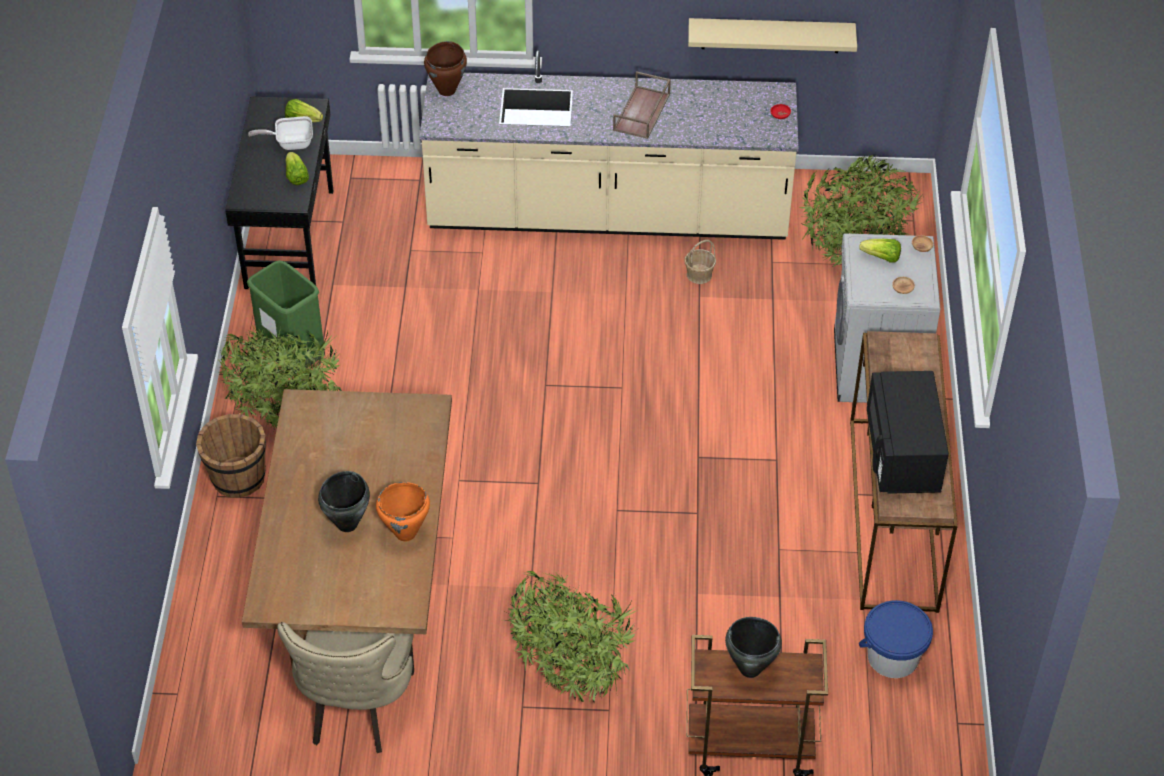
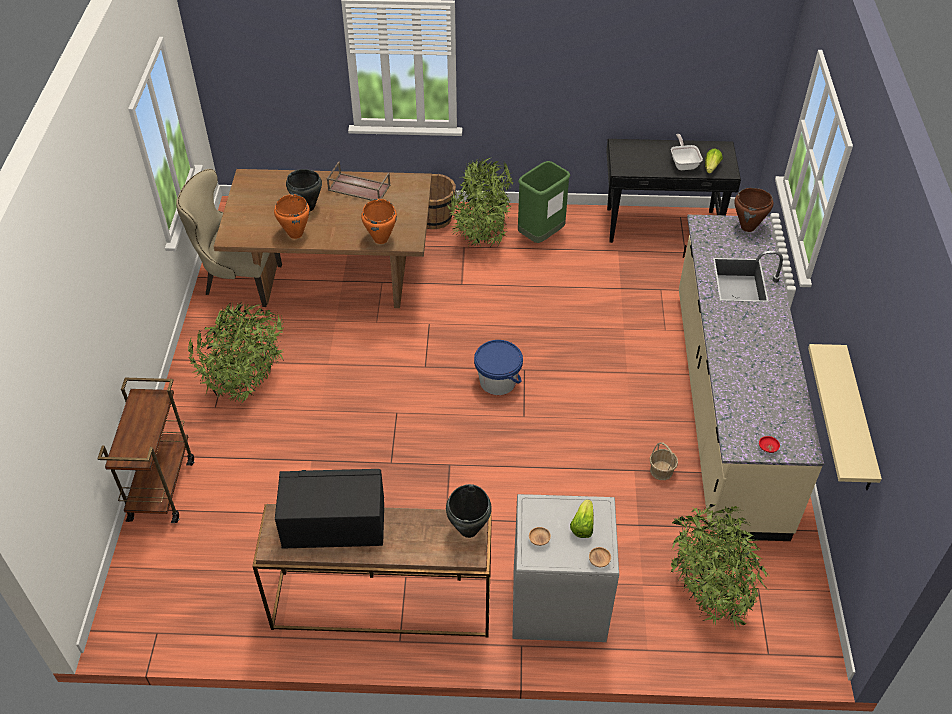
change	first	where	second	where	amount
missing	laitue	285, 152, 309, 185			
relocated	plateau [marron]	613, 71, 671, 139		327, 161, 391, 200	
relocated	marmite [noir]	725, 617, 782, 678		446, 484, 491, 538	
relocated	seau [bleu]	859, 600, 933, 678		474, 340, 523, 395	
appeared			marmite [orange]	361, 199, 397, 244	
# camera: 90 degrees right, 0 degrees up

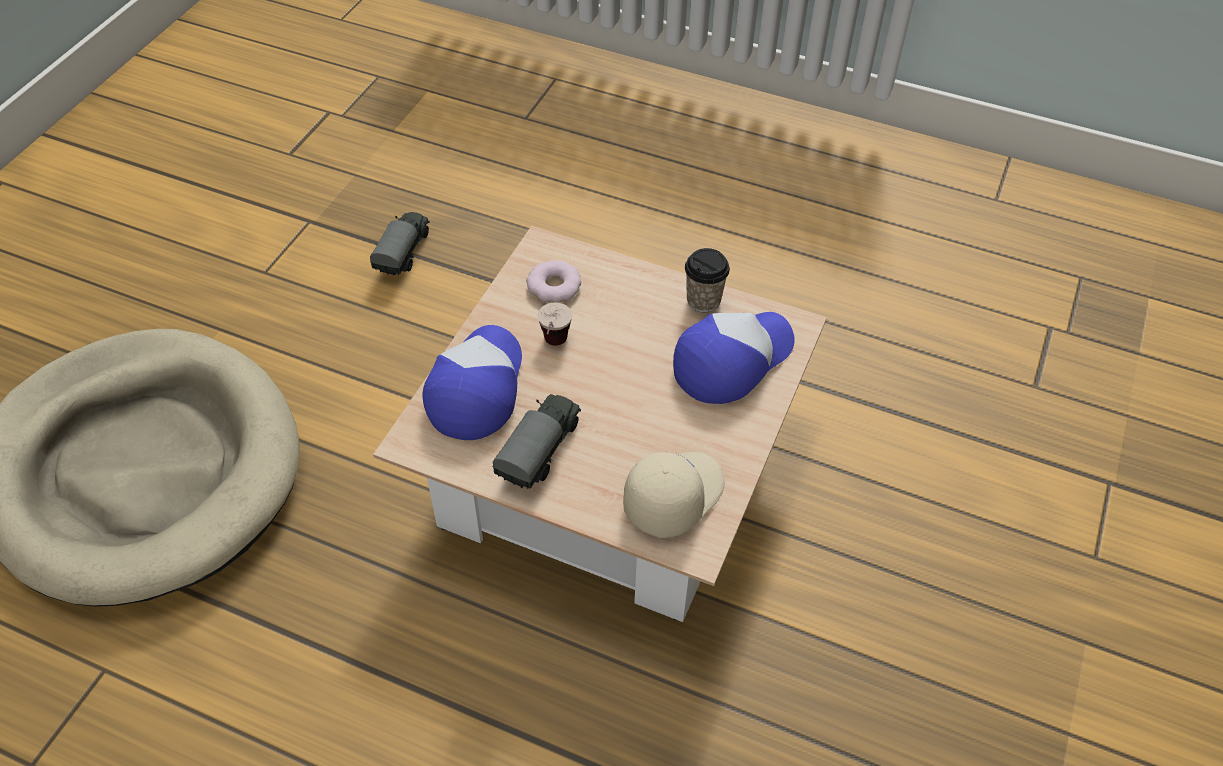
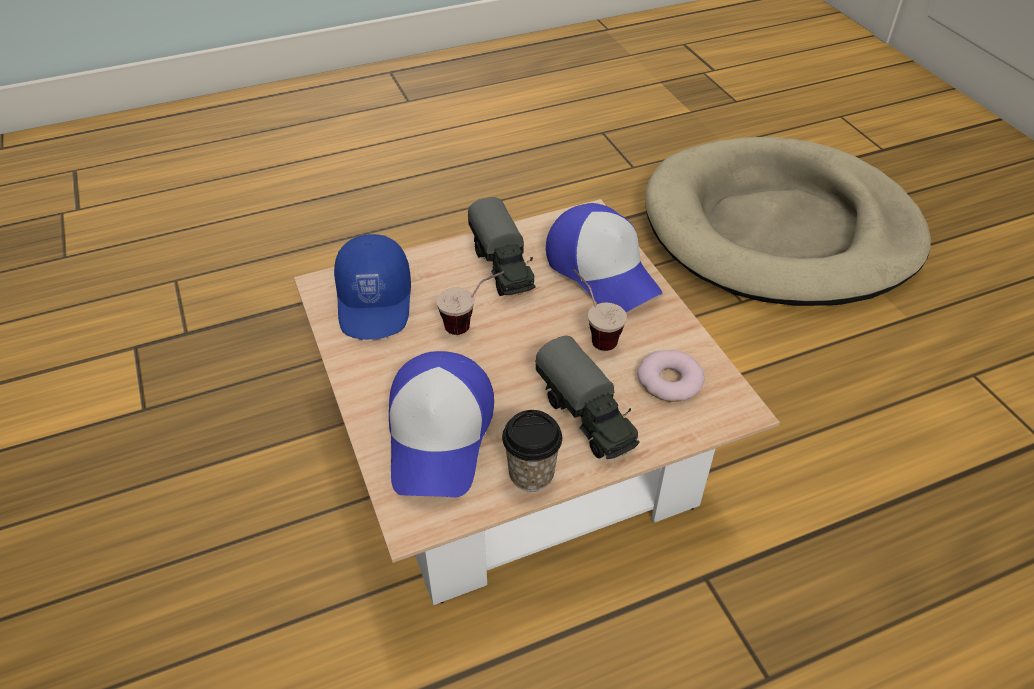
change	first	where	second	where	amount
relocated	camion jouet	370, 212, 430, 276		535, 336, 640, 459	
colour	casquette [beige]	623, 451, 725, 538	casquette [bleu]	334, 234, 411, 340	
appeared			tasse	436, 271, 504, 335	
# camera: 135 degrees right, 5 degrees down

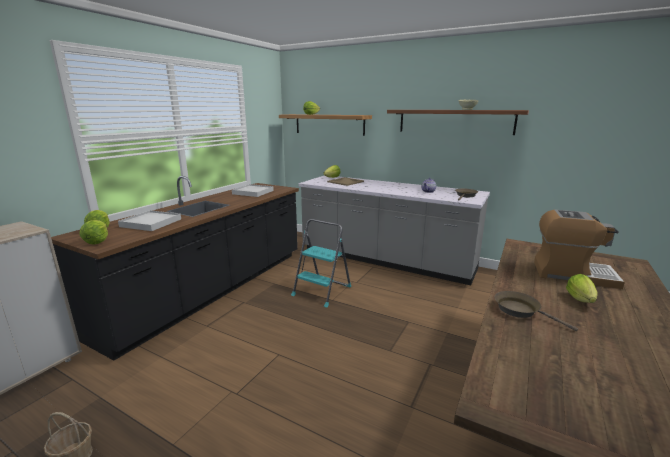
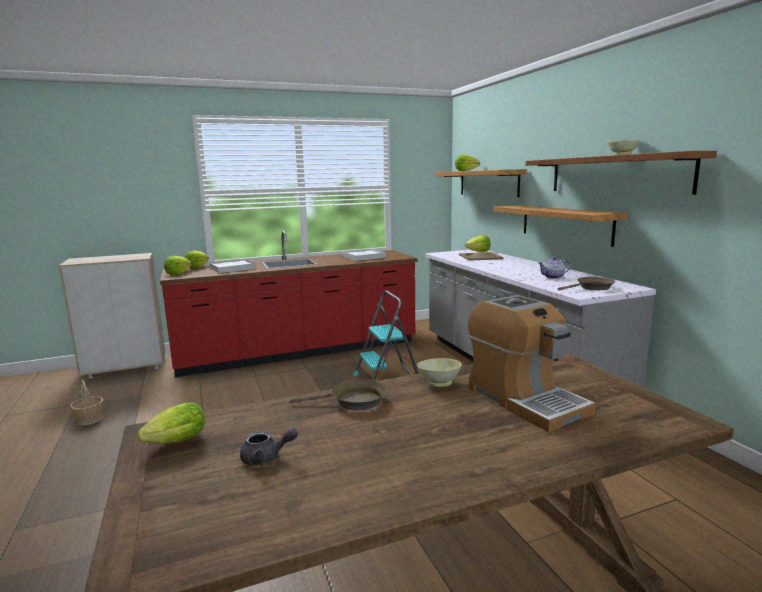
change	first	where	second	where	amount
colour	comptoir de cuisine [noir]	51, 176, 299, 361	comptoir de cuisine [rouge]	160, 231, 418, 377	
spun	poêle [marron]	495, 291, 578, 331		290, 379, 387, 410	90 degrees clockwise
relocated	laitue	566, 274, 598, 303		138, 402, 205, 444	
appeared			théière [gris]	240, 428, 298, 465	
appeared			bol [beige]	417, 358, 462, 387	
appeared			étagère	493, 205, 628, 247	
# camera: 40 degrees right, 5 degrees down

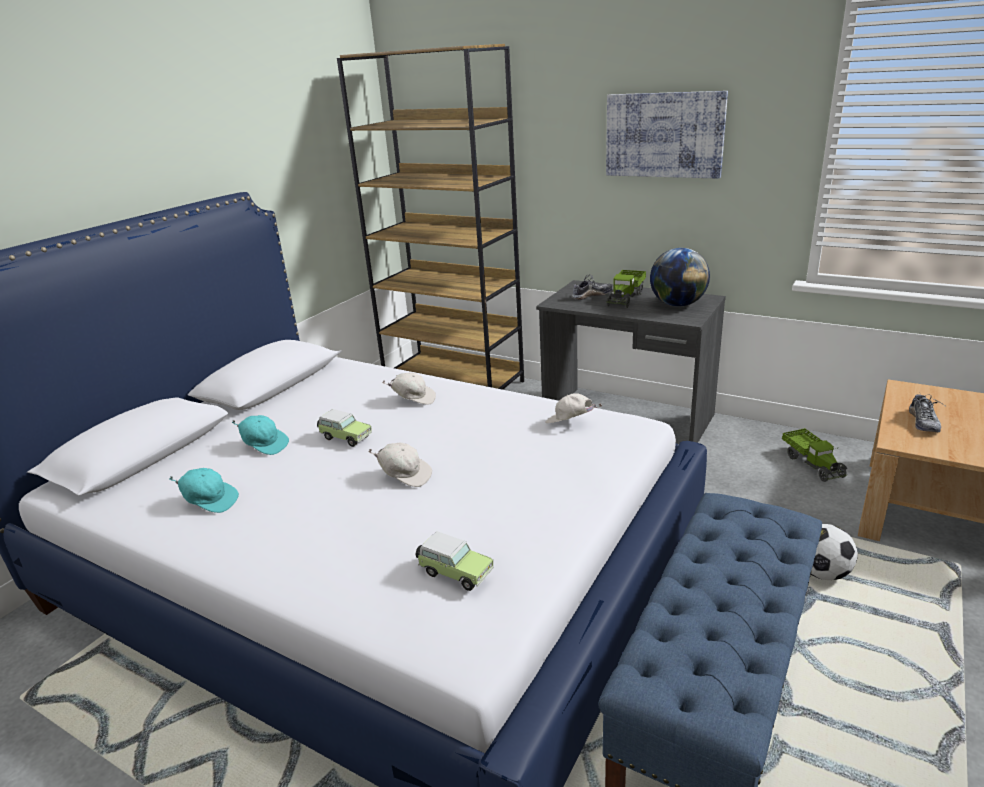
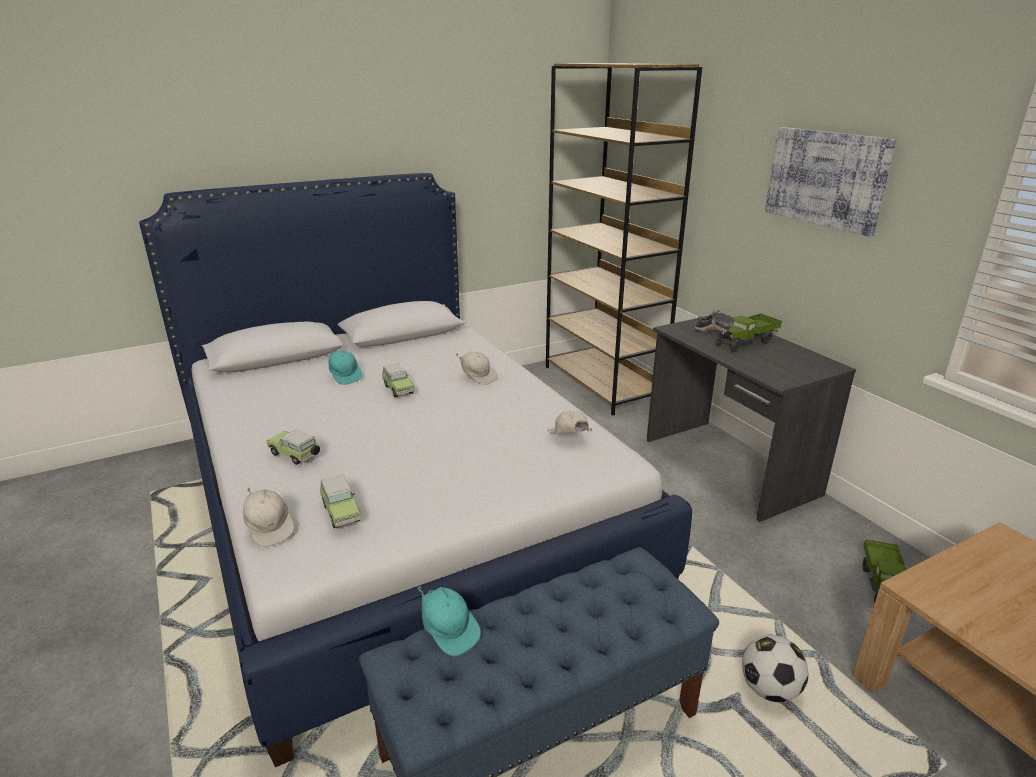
change	first	where	second	where	amount
relocated	casquette [turquoise]	170, 468, 239, 513		417, 586, 481, 656	
relocated	casquette [blanc]	368, 443, 432, 487		243, 488, 294, 547	
missing	globe	650, 248, 710, 306			
missing	chaussure	909, 394, 945, 432			
appeared			petite voiture	266, 429, 320, 465	
# camera: 30 degrees right, 0 degrees up

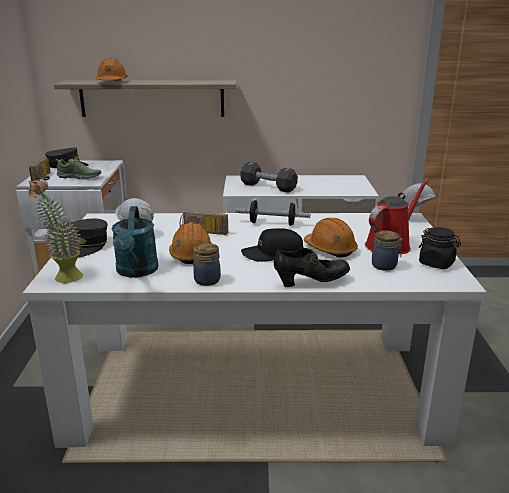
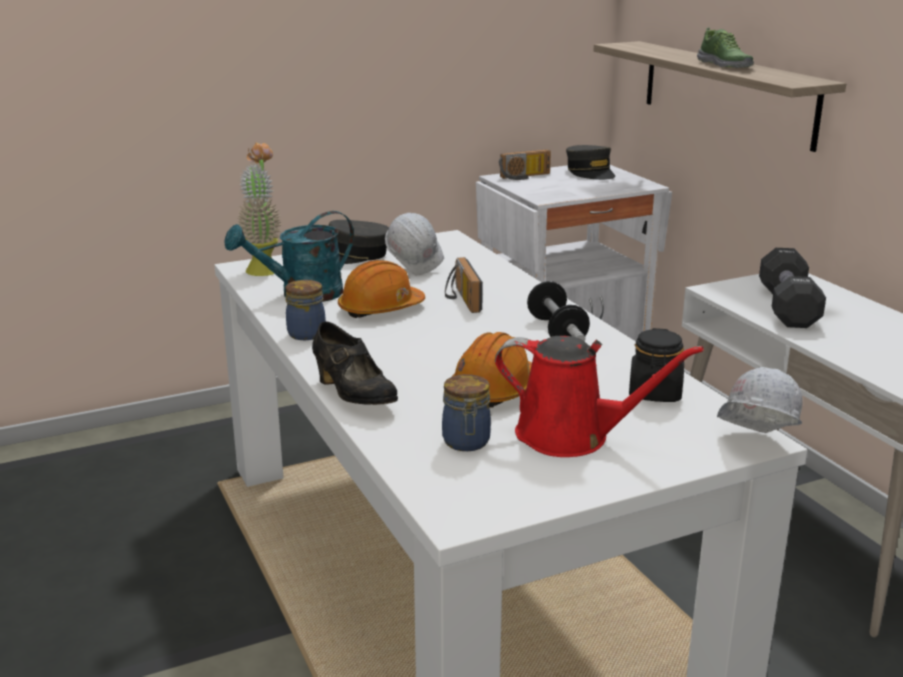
change	first	where	second	where	amount
relocated	chaussure	56, 159, 101, 179		697, 27, 754, 68	
missing	casque de chantier [orange]	96, 57, 128, 81			
missing	casquette [noir]	241, 228, 304, 262			
relocated	bocal [noir]	419, 227, 461, 269		629, 328, 684, 402	
# camera: 65 degrees right, 0 degrees up

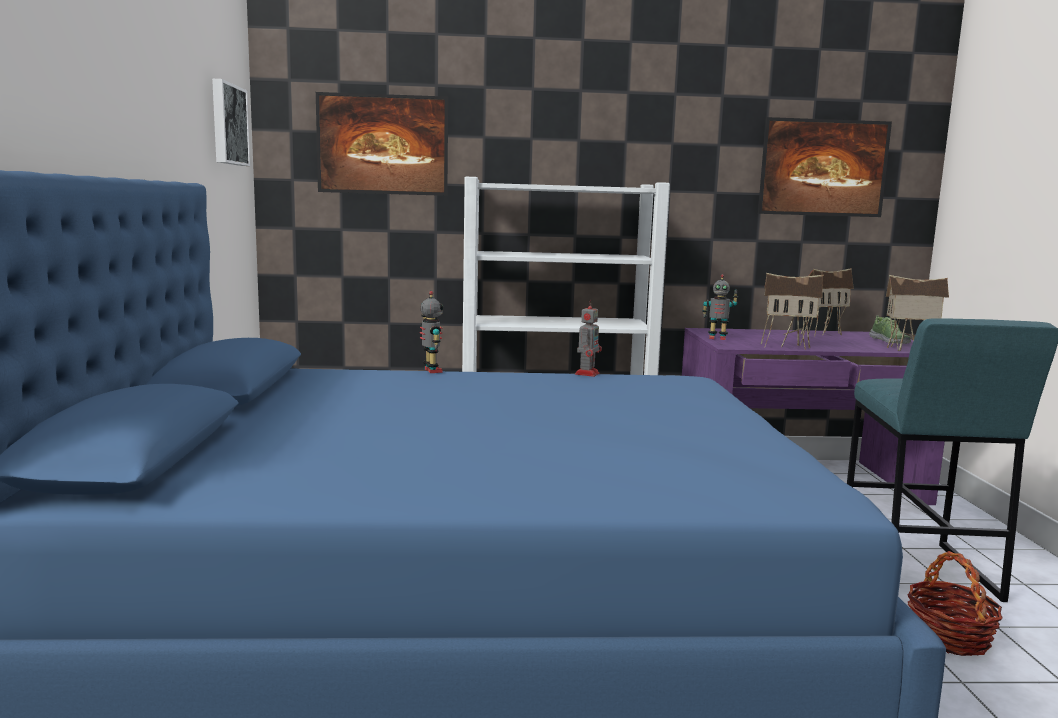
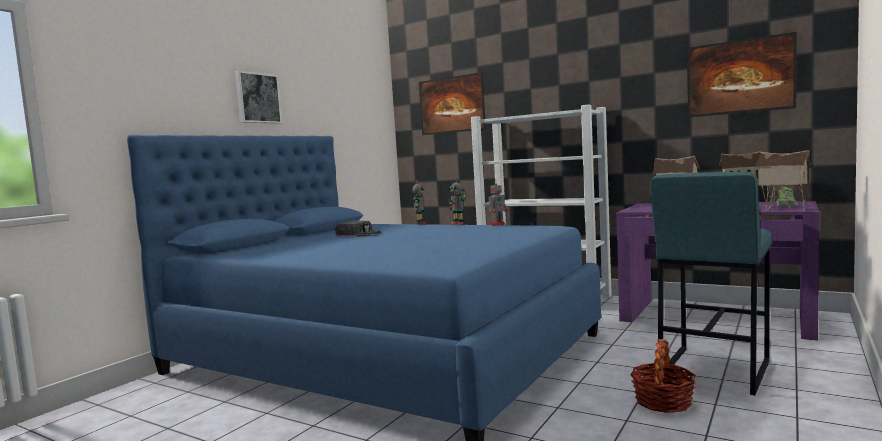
change	first	where	second	where	amount
relocated	tableau	212, 79, 250, 166		235, 71, 282, 124	
relocated	robot jouet	702, 274, 738, 340		449, 178, 466, 225	
appeared			casquette [noir]	335, 221, 381, 237	
# camera: 35 degrees right, 5 degrees down

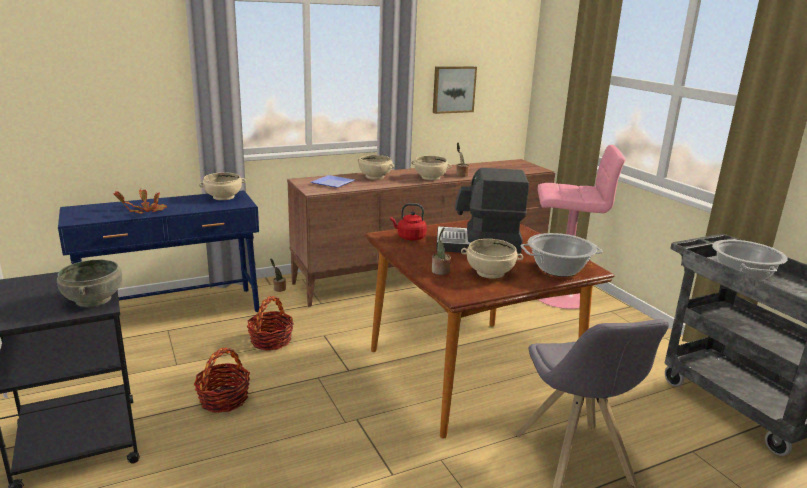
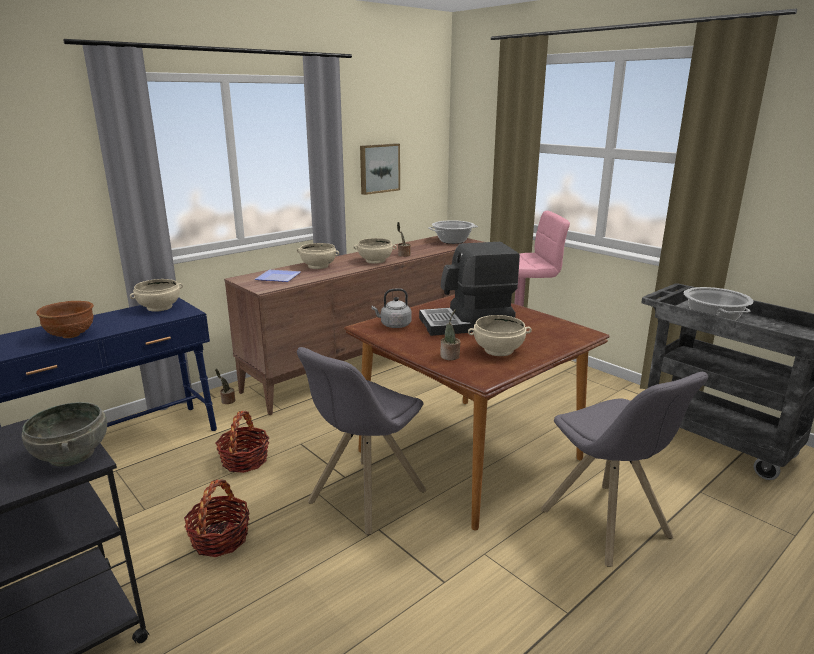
change	first	where	second	where	amount
exchanged	plante en pot	114, 188, 167, 214	bol [marron]	36, 301, 94, 338	
colour	bouilloire [rouge]	390, 203, 427, 240	bouilloire [gris]	372, 288, 411, 328	
relocated	marmite	521, 233, 603, 277		428, 220, 478, 244	
appeared			chaise [gris]	297, 347, 426, 535	
# camera: 15 degrees left, 0 degrees up

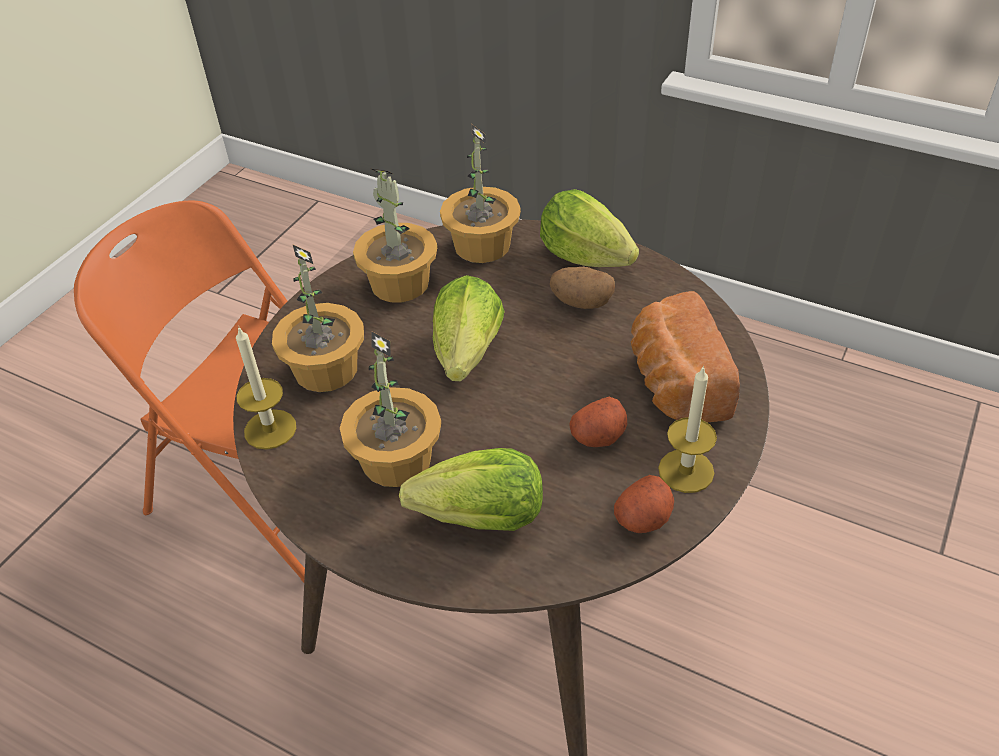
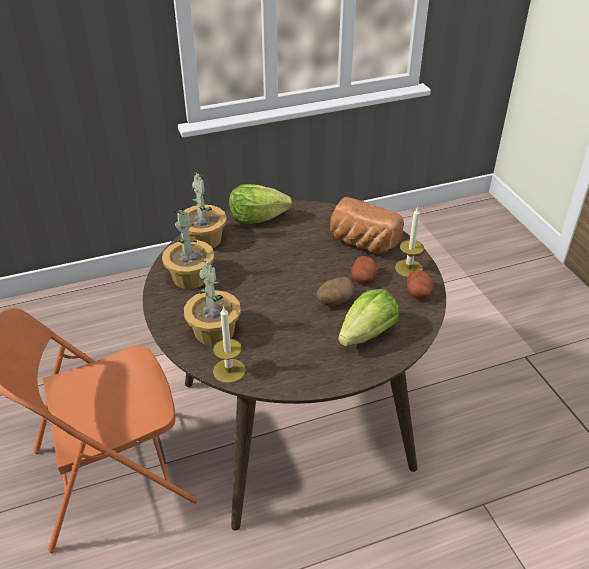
change	first	where	second	where	amount
missing	plante en pot	340, 331, 441, 487			
missing	laitue	433, 275, 505, 381			
relocated	pomme de terre	550, 267, 615, 309		316, 277, 354, 306	
# camera: 50 degrees left, 5 degrees down

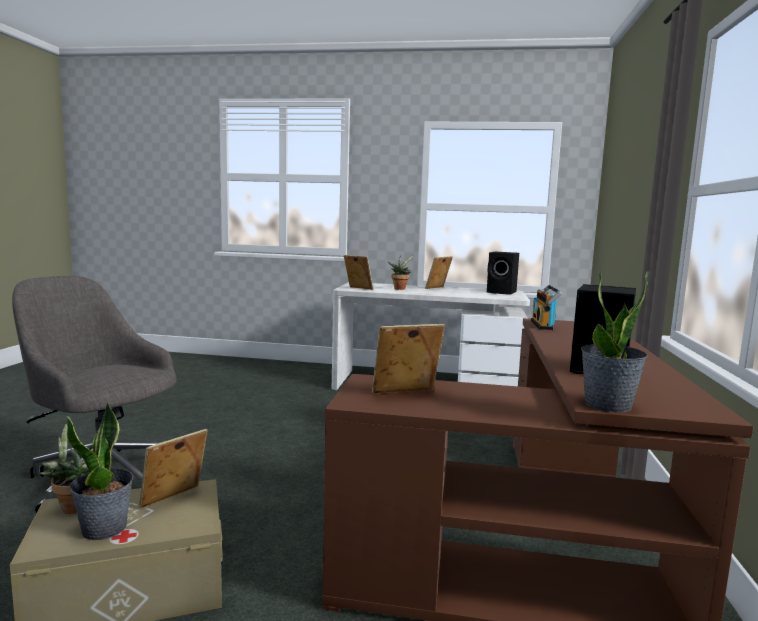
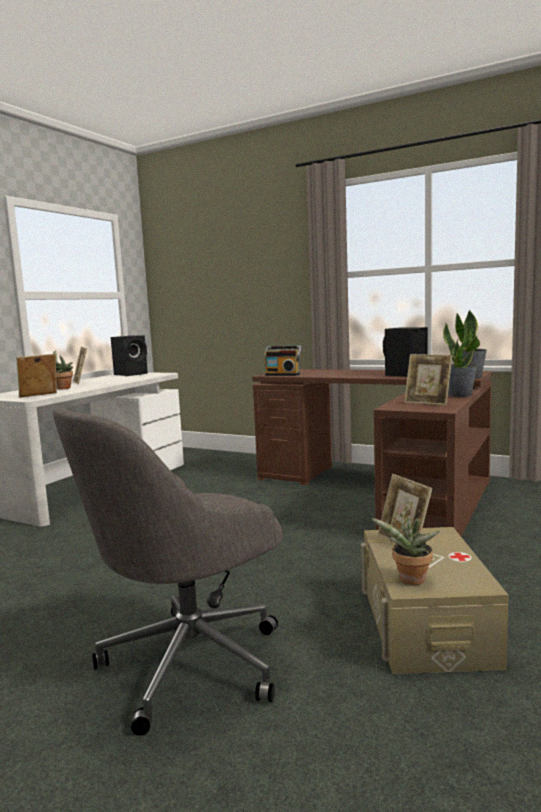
change	first	where	second	where	amount
relocated	plante en pot	66, 401, 134, 540		443, 323, 477, 397	
spun	cadre photo	372, 324, 445, 394		404, 354, 452, 406	60 degrees counterclockwise
# camera: 70 degrees left, 0 degrees up

